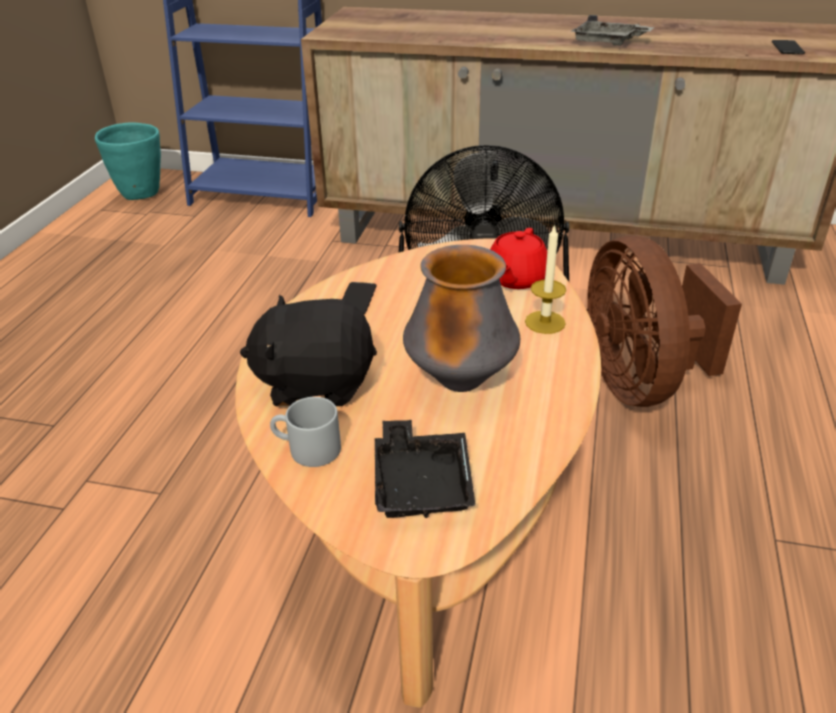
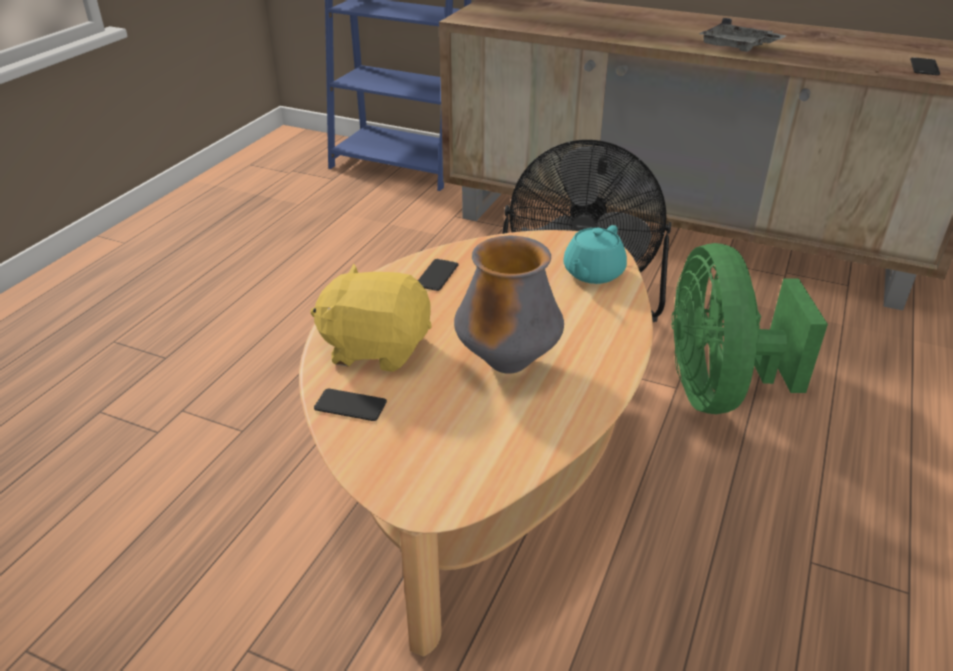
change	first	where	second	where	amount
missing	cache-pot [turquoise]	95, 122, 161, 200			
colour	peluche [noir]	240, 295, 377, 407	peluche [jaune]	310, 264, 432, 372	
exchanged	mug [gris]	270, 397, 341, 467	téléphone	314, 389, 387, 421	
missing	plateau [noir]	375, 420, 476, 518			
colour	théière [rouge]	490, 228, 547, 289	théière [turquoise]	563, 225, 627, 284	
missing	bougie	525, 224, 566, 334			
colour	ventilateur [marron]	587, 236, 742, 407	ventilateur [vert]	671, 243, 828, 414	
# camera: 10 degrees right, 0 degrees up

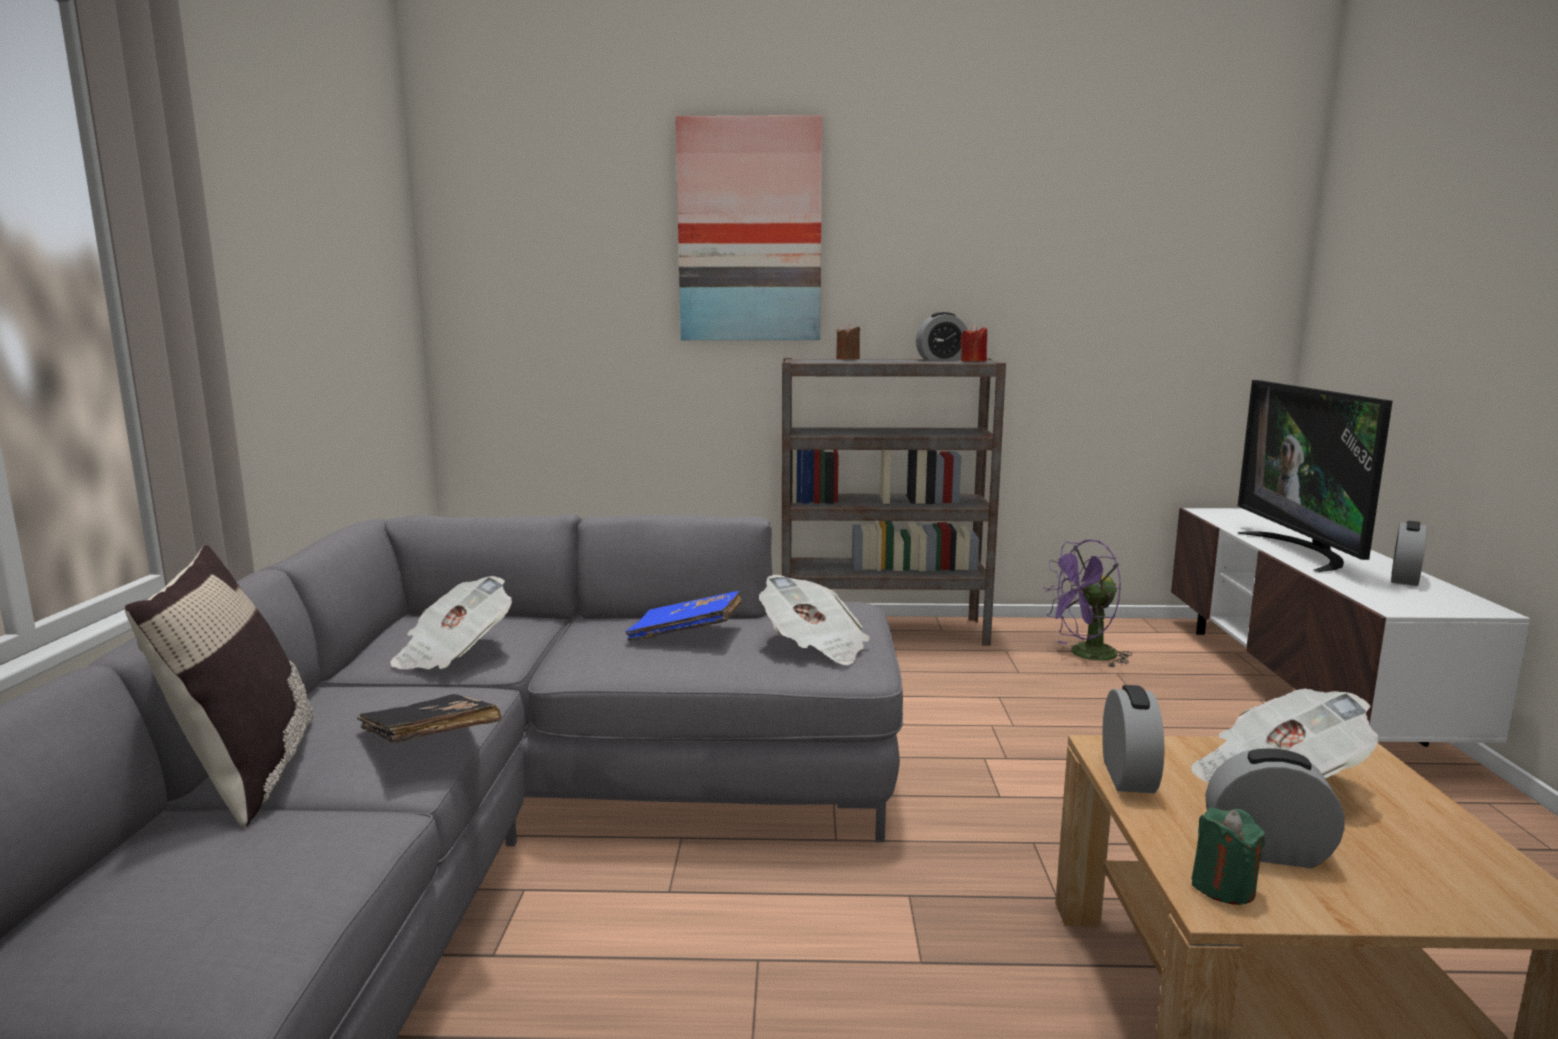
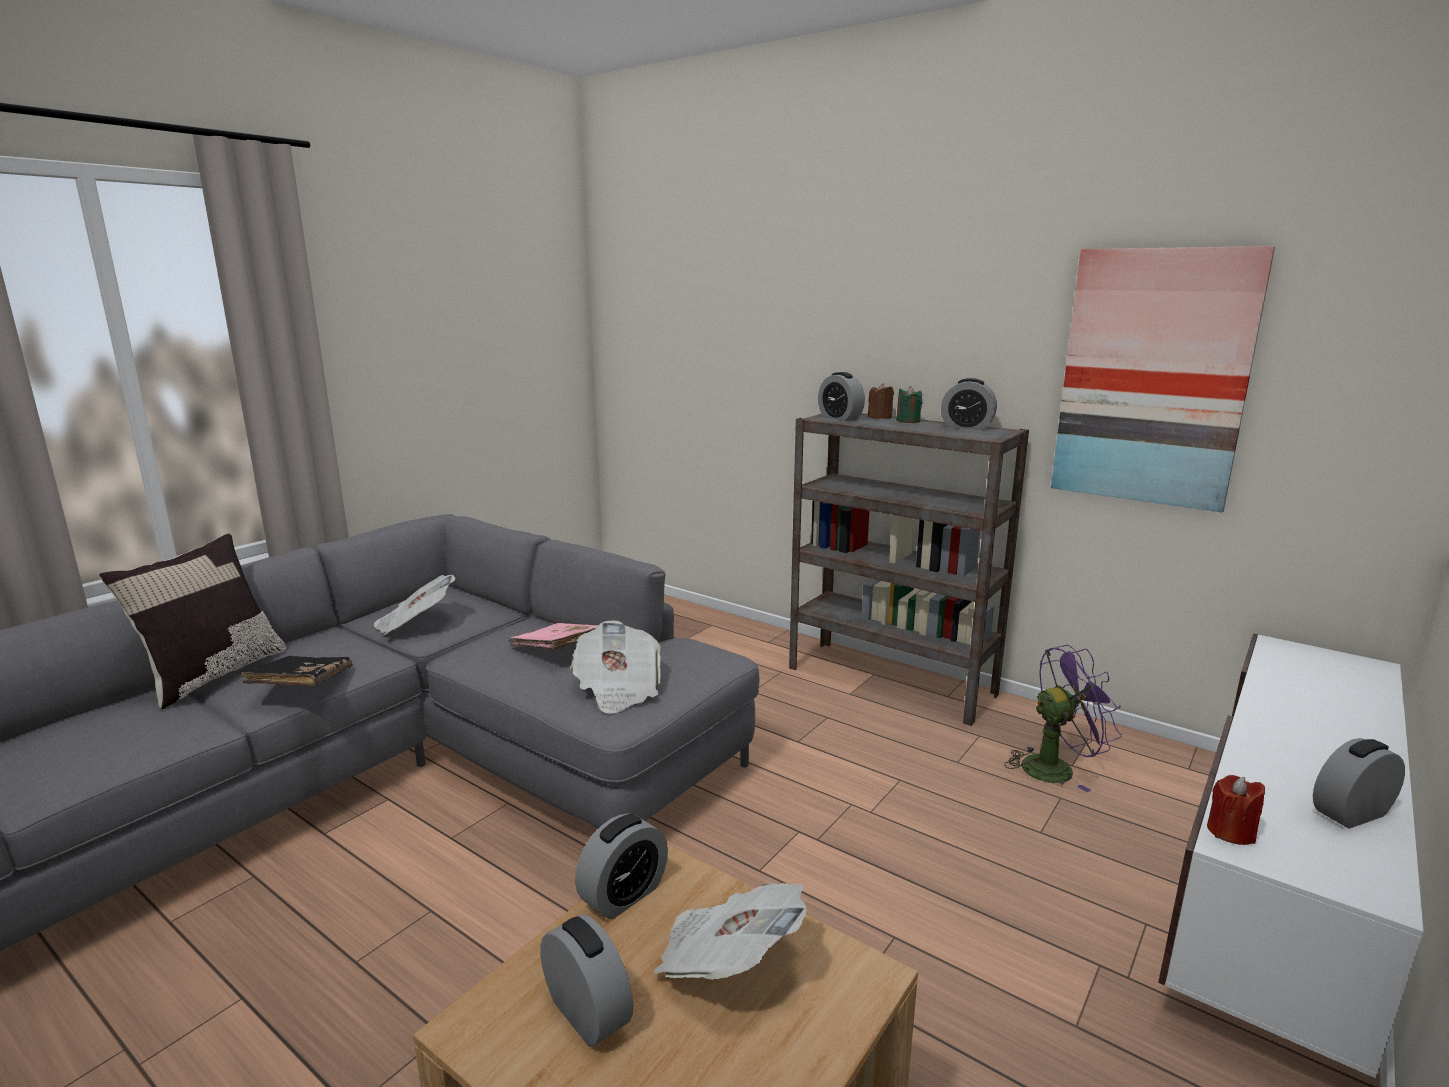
change	first	where	second	where	amount
colour	livre [bleu]	626, 591, 742, 641	livre [rose]	508, 623, 598, 650	
relocated	tableau	675, 115, 822, 340		1051, 246, 1275, 513	
relocated	bougie [rouge]	960, 325, 987, 362		1207, 775, 1265, 845	
spun	ventilateur [violet]	1043, 539, 1133, 667		1004, 645, 1122, 792	150 degrees clockwise
relocated	bougie [vert]	1192, 808, 1265, 905		896, 386, 922, 423	
missing	téléviseur	1238, 380, 1393, 572			
appeared			réveil	818, 372, 865, 421	
# camera: 35 degrees right, 5 degrees up

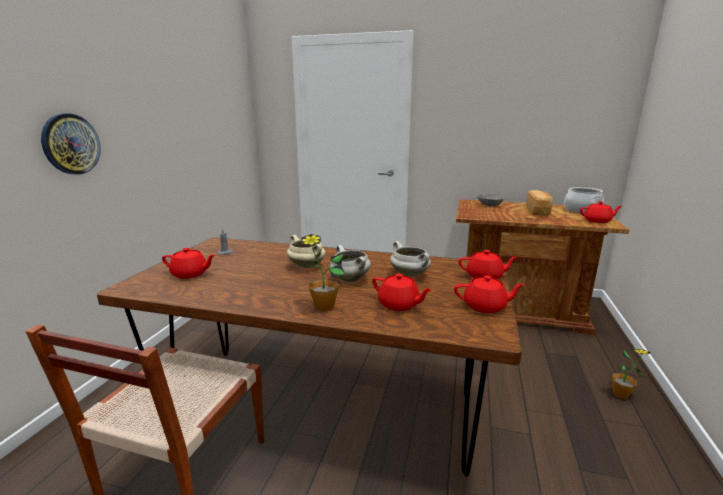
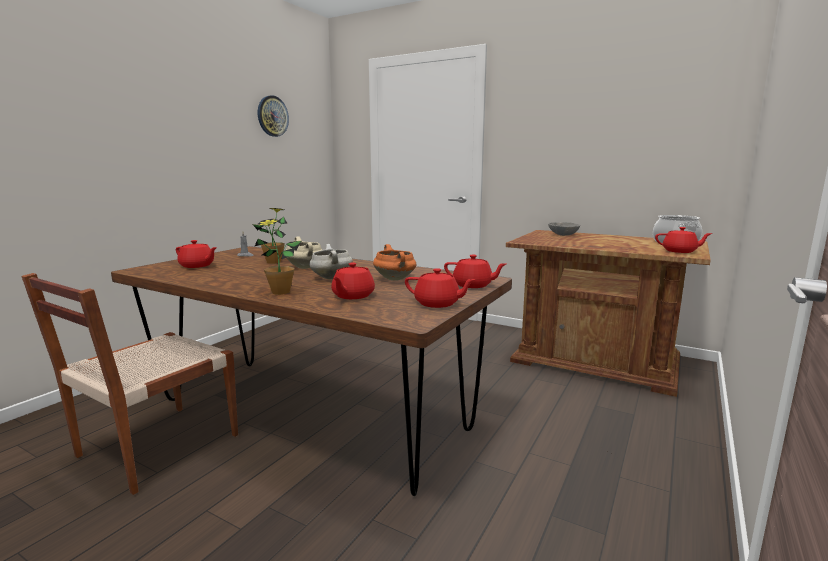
change	first	where	second	where	amount
relocated	horloge murale	41, 114, 101, 175		258, 95, 289, 137	
spun	théière [rouge]	372, 274, 432, 311		331, 262, 375, 299	60 degrees clockwise
colour	marmite [blanc]	390, 241, 431, 277	marmite [orange]	373, 244, 416, 281	
missing	pain	526, 190, 553, 216			
relocated	plante en pot	611, 349, 651, 399		253, 208, 288, 264	
# camera: 15 degrees right, 5 degrees down

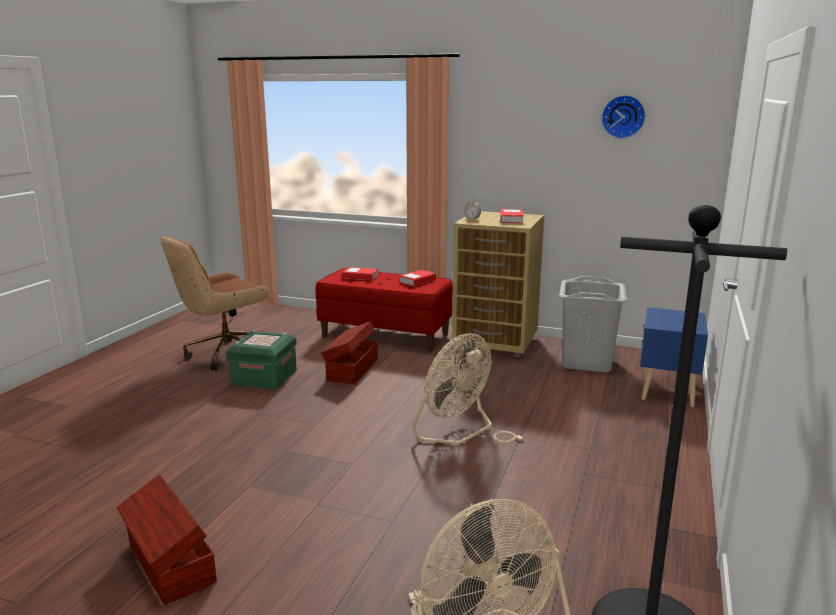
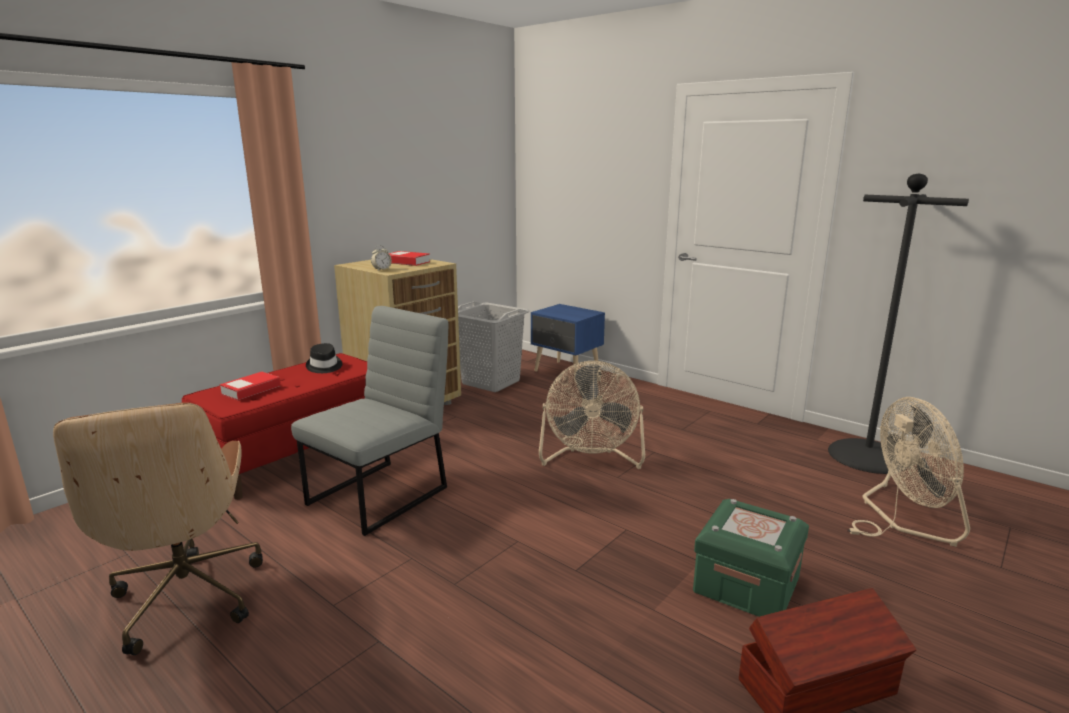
change	first	where	second	where	amount
relocated	boîte de rangement [vert]	226, 330, 297, 390		693, 499, 809, 617	
exchanged	boîte de rangement [marron]	321, 321, 378, 384	chaise [gris]	291, 306, 448, 536	
exchanged	livre	399, 270, 436, 286	chapeau [noir]	306, 343, 342, 373	
spun	ventilateur [beige]	412, 334, 524, 444		539, 361, 645, 469	60 degrees counterclockwise
missing	horloge murale	602, 95, 646, 139			
# camera: 70 degrees left, 0 degrees up

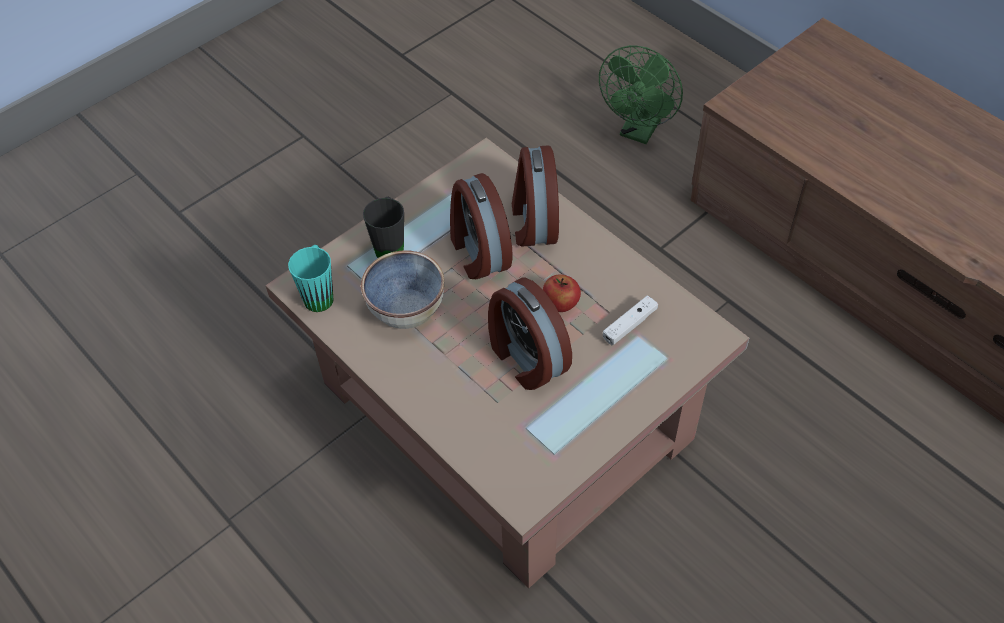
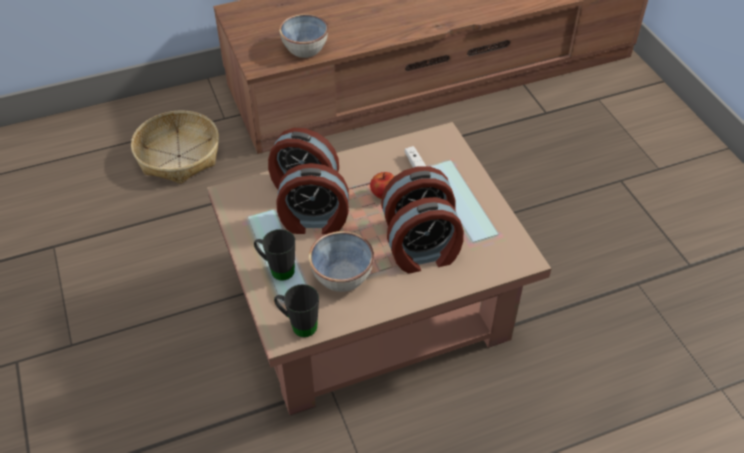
change	first	where	second	where	amount
colour	mug [turquoise]	288, 245, 334, 312	mug [noir]	274, 284, 319, 337	
exchanged	ventilateur [vert]	599, 45, 683, 144	panier	131, 110, 219, 184	
appeared			bol	279, 14, 328, 58	
appeared			réveil	387, 197, 464, 274	
# camera: 70 degrees left, 5 degrees down

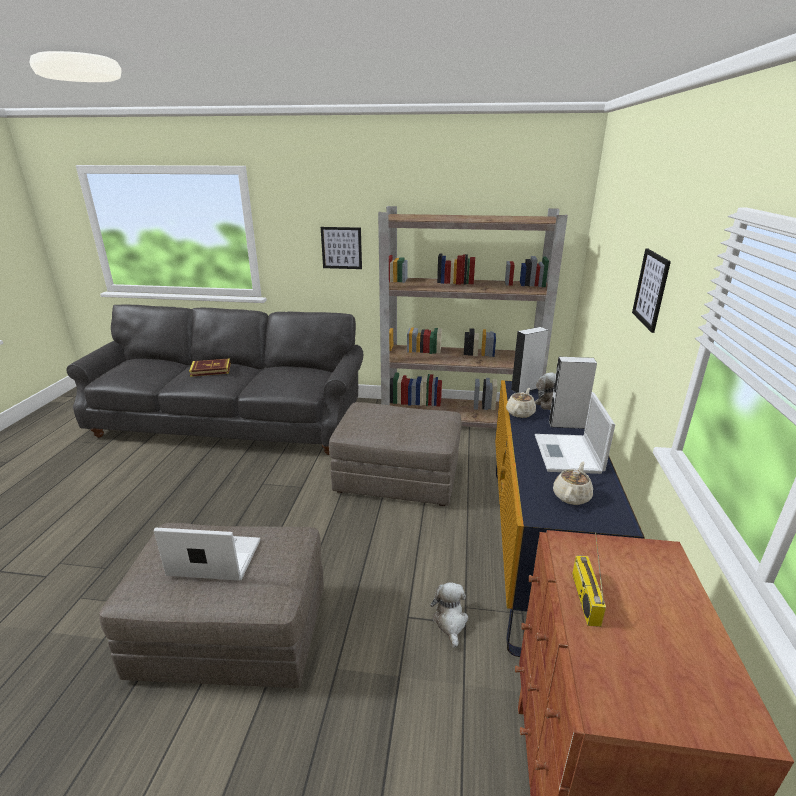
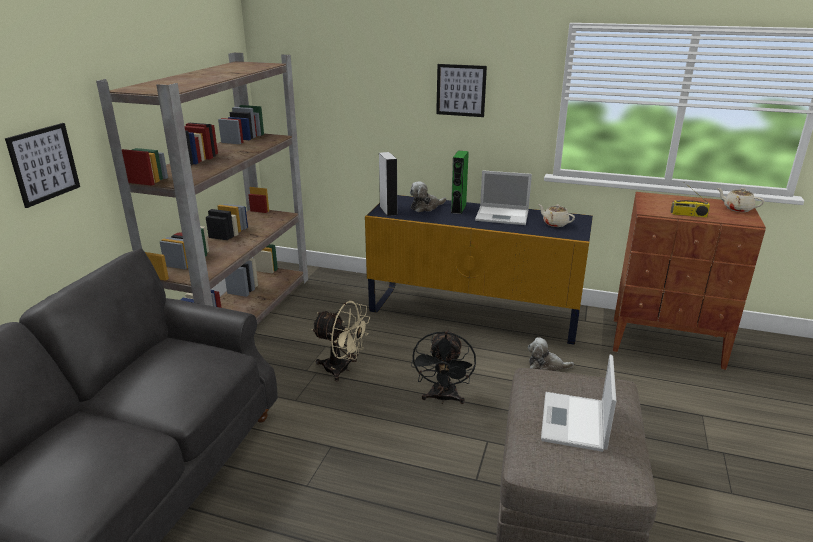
change	first	where	second	where	amount
missing	livre	189, 358, 231, 377			
exchanged	pouf [gris]	329, 402, 461, 506	ventilateur [beige]	311, 301, 370, 381	
relocated	théière [beige]	506, 388, 536, 418		717, 188, 764, 212	
colour	enceinte [gris]	549, 357, 597, 429	enceinte [vert]	451, 151, 469, 214	
appeared			ventilateur [noir]	411, 329, 476, 404	
# camera: 80 degrees left, 0 degrees up

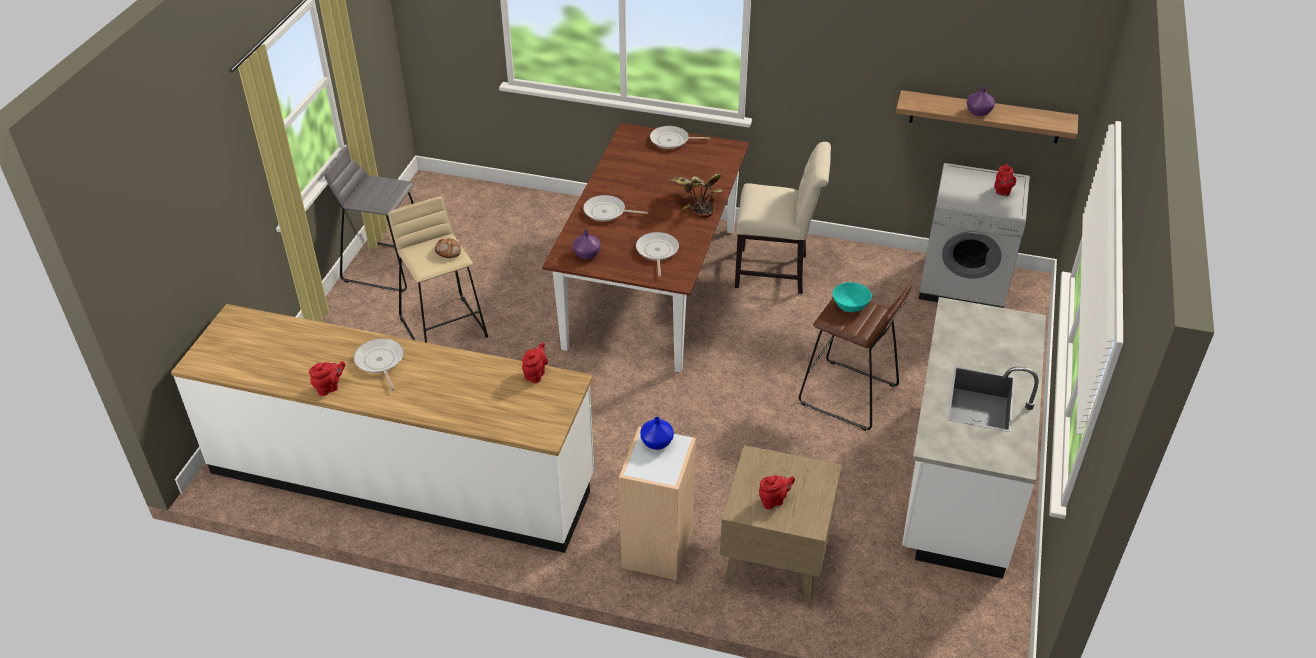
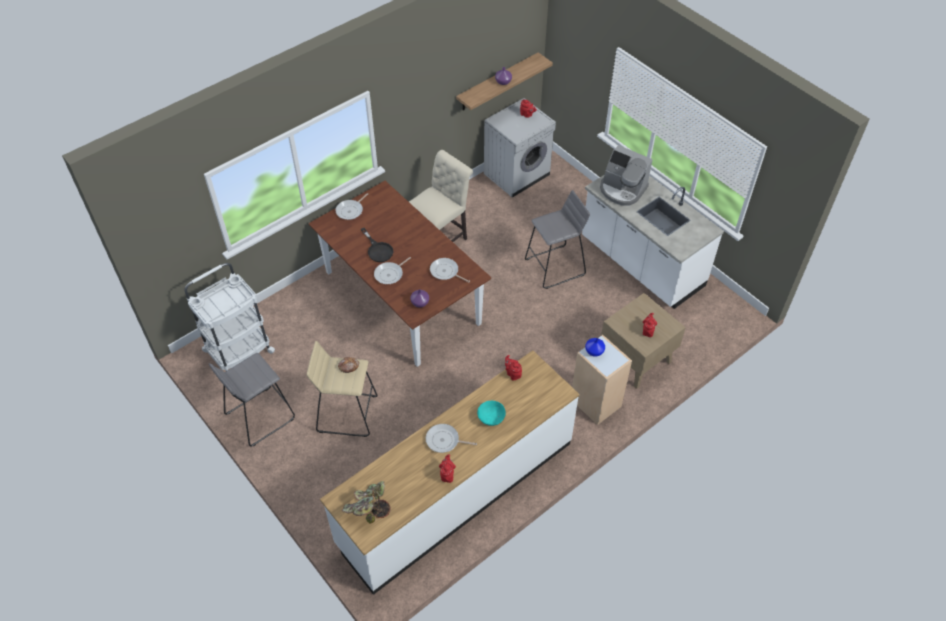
change	first	where	second	where	amount
relocated	plante en pot	669, 174, 723, 218		342, 481, 391, 523	
colour	tabouret [marron]	799, 284, 912, 431	tabouret [gris]	525, 190, 590, 289	
relocated	bol [turquoise]	832, 282, 872, 312		477, 401, 506, 426	
appeared			chariot [blanc]	184, 263, 275, 371	
appeared			poêle [noir]	361, 228, 393, 262	
appeared			machine à café	600, 145, 653, 206	
# camera: 55 degrees left, 10 degrees up

